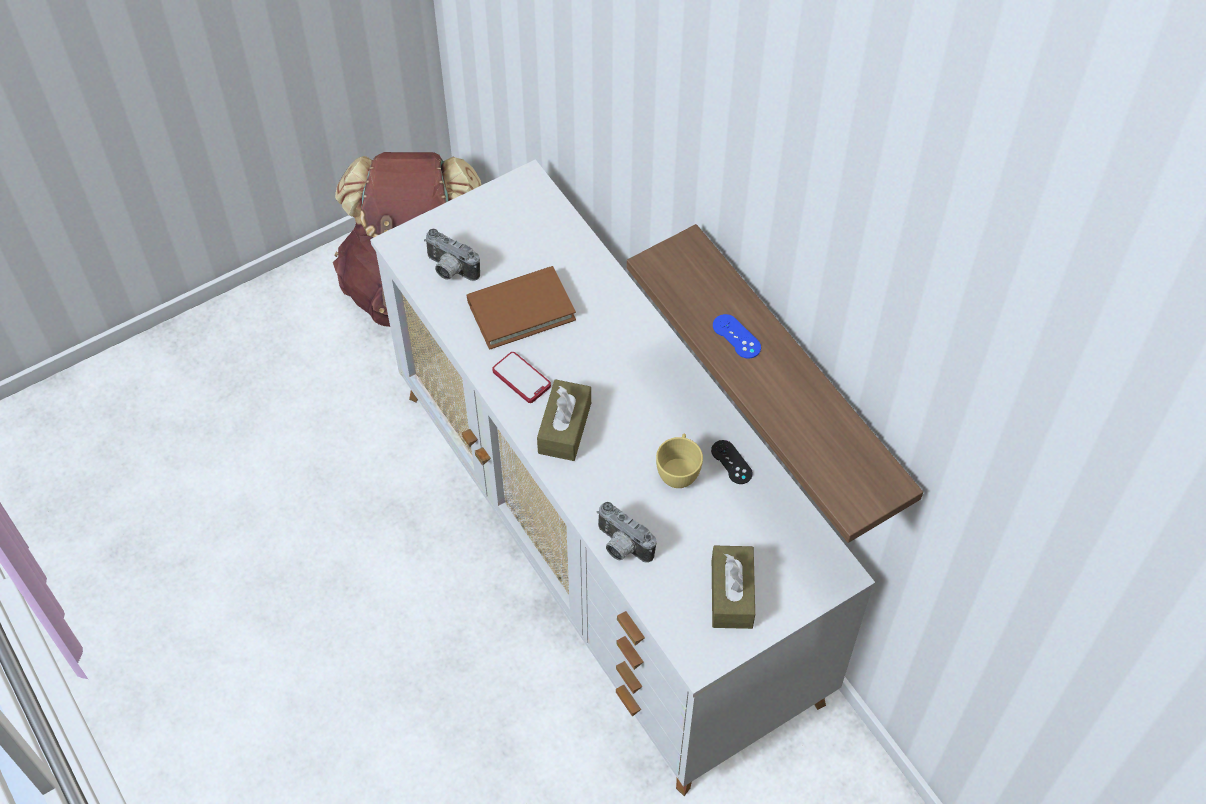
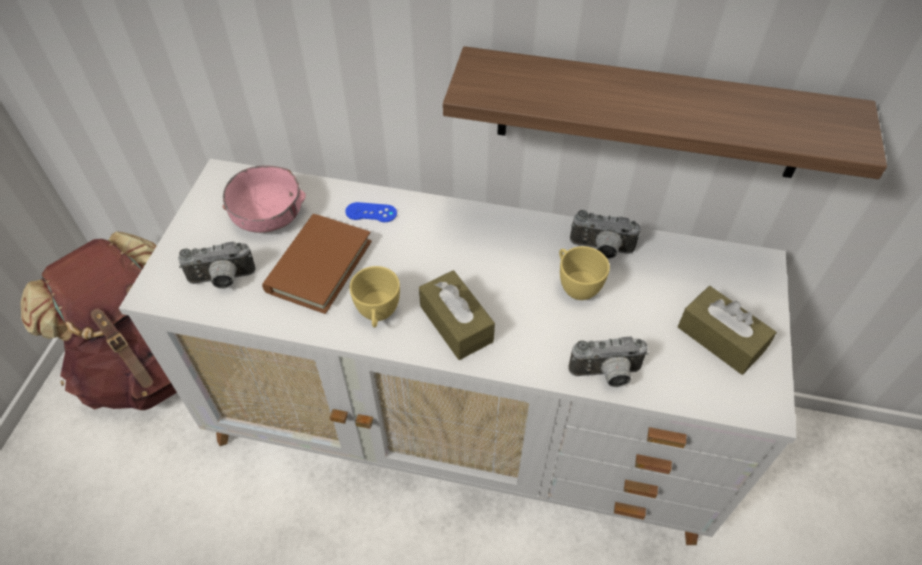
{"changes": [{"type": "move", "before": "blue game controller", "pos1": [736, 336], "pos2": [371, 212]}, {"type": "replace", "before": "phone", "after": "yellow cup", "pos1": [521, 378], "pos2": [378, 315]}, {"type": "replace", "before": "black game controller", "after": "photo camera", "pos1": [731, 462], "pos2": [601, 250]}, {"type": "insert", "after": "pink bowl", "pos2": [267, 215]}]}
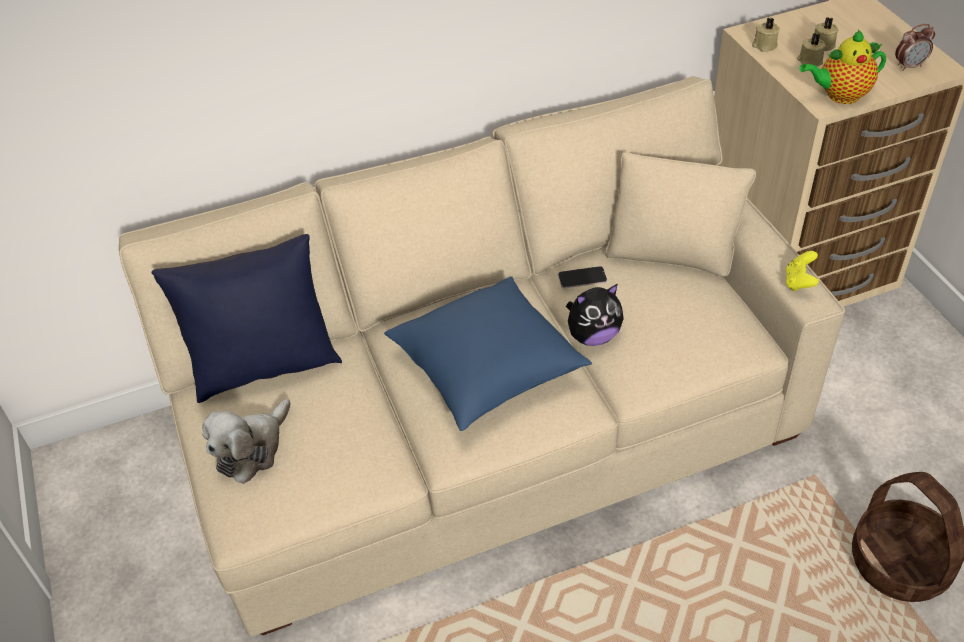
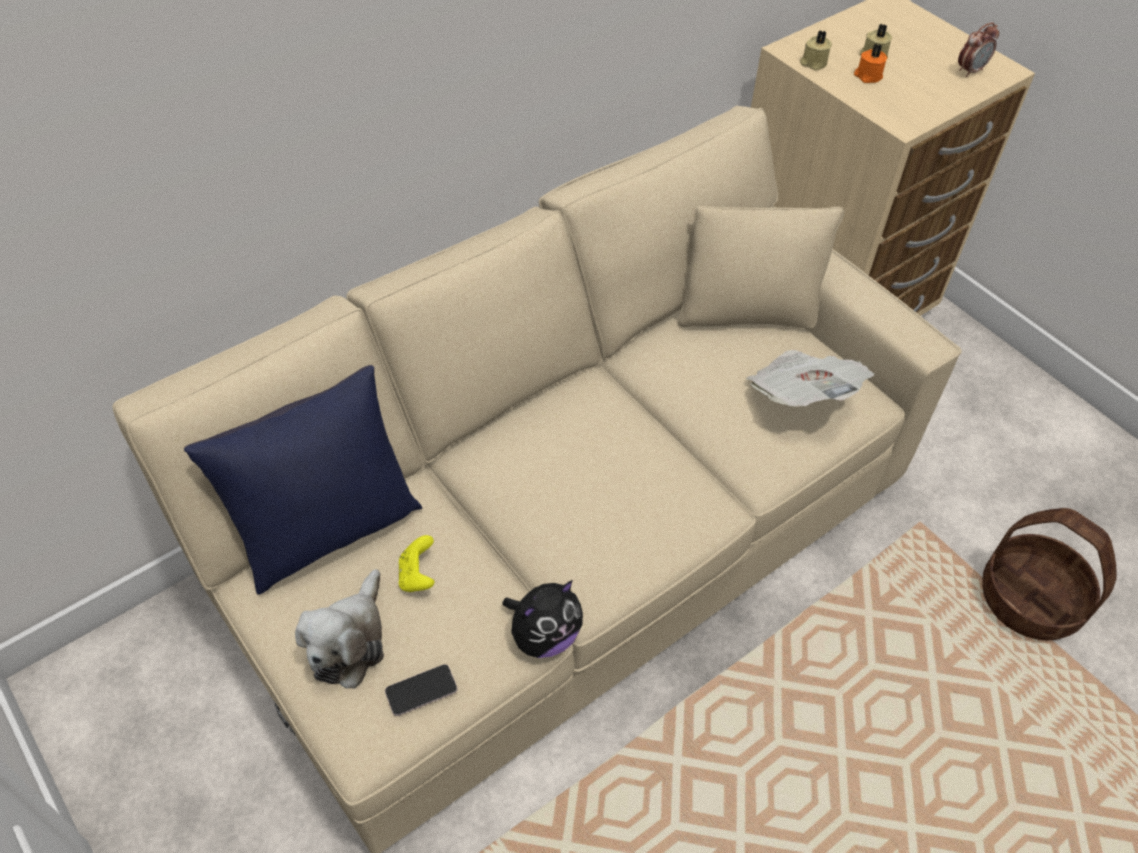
{"changes": [{"type": "delete", "before": "teapot", "pos1": [840, 95]}, {"type": "recolor", "before": "beige candle", "after": "orange candle", "pos1": [809, 61], "pos2": [867, 76]}, {"type": "move", "before": "yellow game controller", "pos1": [799, 282], "pos2": [417, 576]}, {"type": "move", "before": "phone", "pos1": [582, 278], "pos2": [421, 690]}, {"type": "delete", "before": "blue pillow", "pos1": [488, 370]}, {"type": "move", "before": "plush toy", "pos1": [593, 336], "pos2": [544, 636]}, {"type": "insert", "after": "newspaper", "pos2": [801, 396]}]}
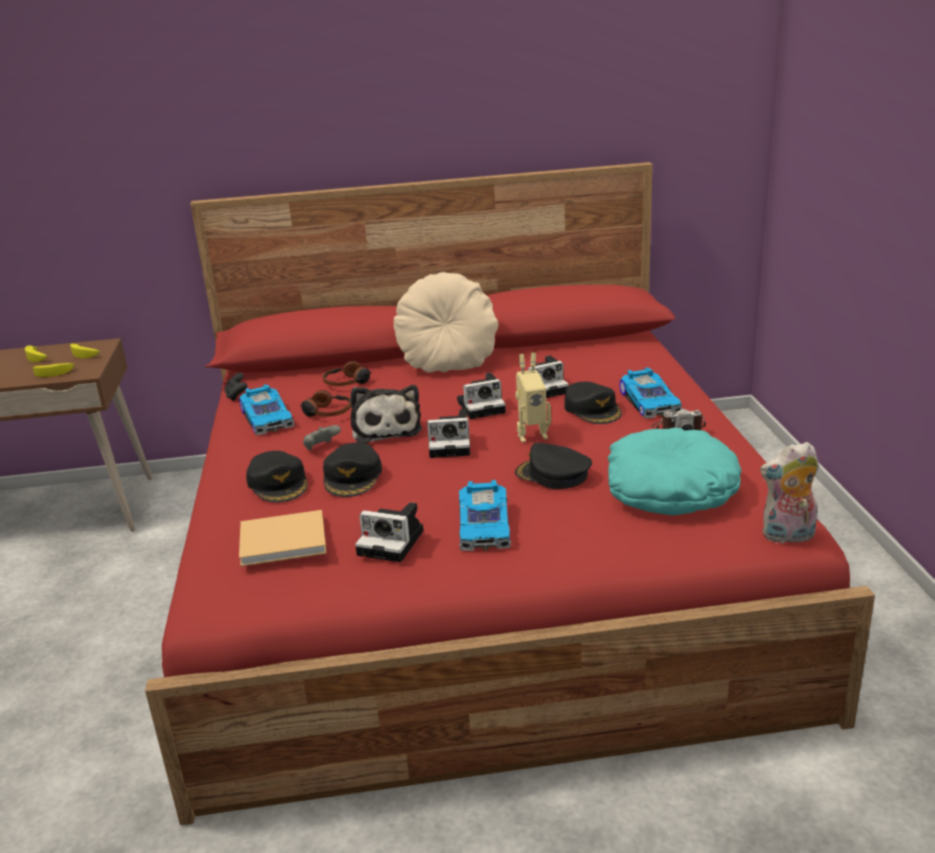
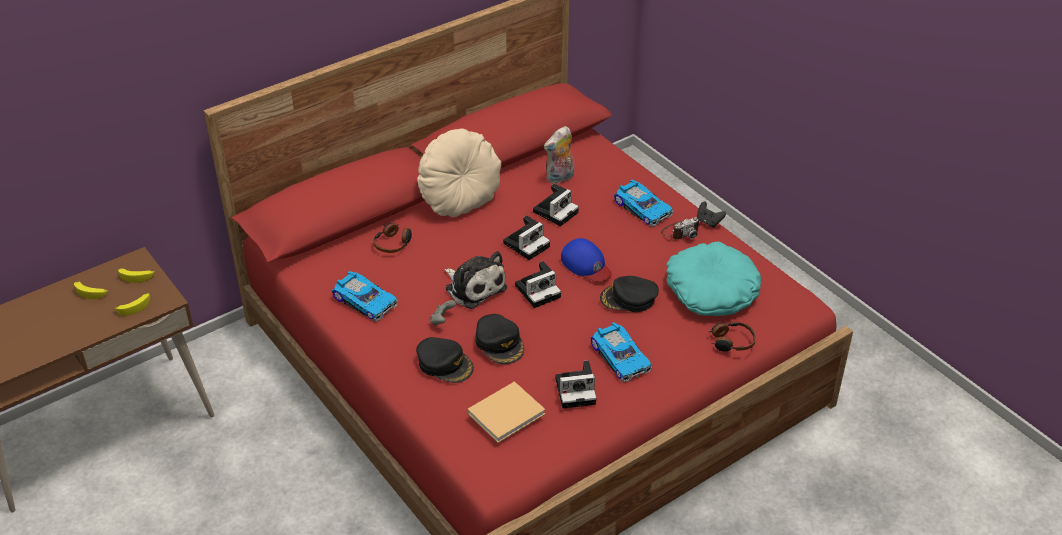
{"changes": [{"type": "replace", "before": "toy robot", "after": "blue cap", "pos1": [531, 435], "pos2": [586, 264]}, {"type": "move", "before": "black game controller", "pos1": [237, 396], "pos2": [709, 222]}, {"type": "delete", "before": "black cap", "pos1": [593, 409]}, {"type": "move", "before": "headphones", "pos1": [327, 412], "pos2": [731, 341]}, {"type": "move", "before": "plush toy", "pos1": [787, 536], "pos2": [560, 178]}]}
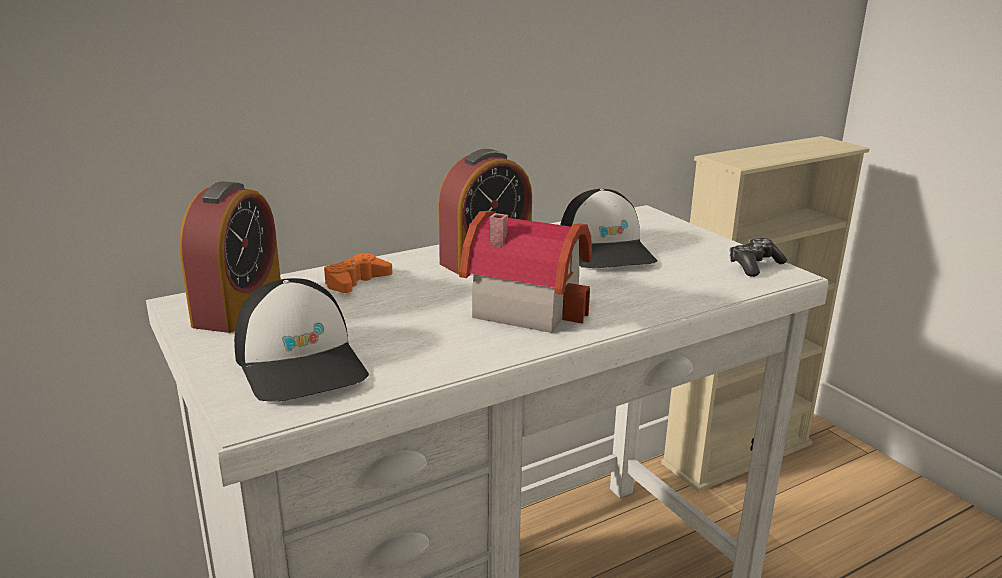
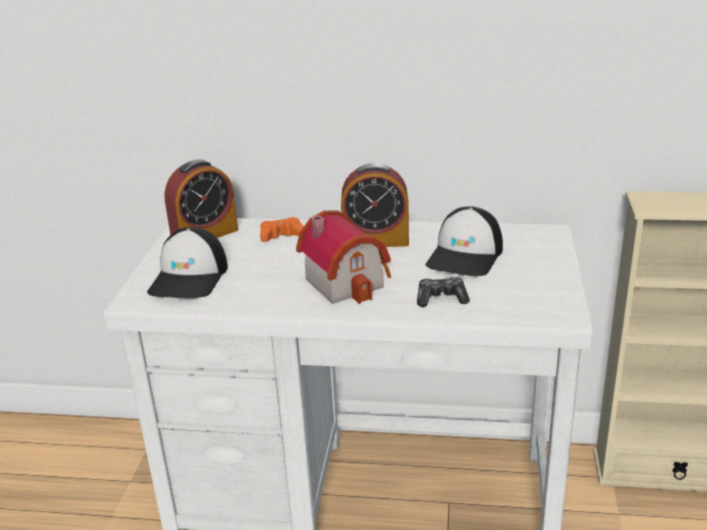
{"changes": [{"type": "move", "before": "game controller", "pos1": [754, 266], "pos2": [441, 298]}]}
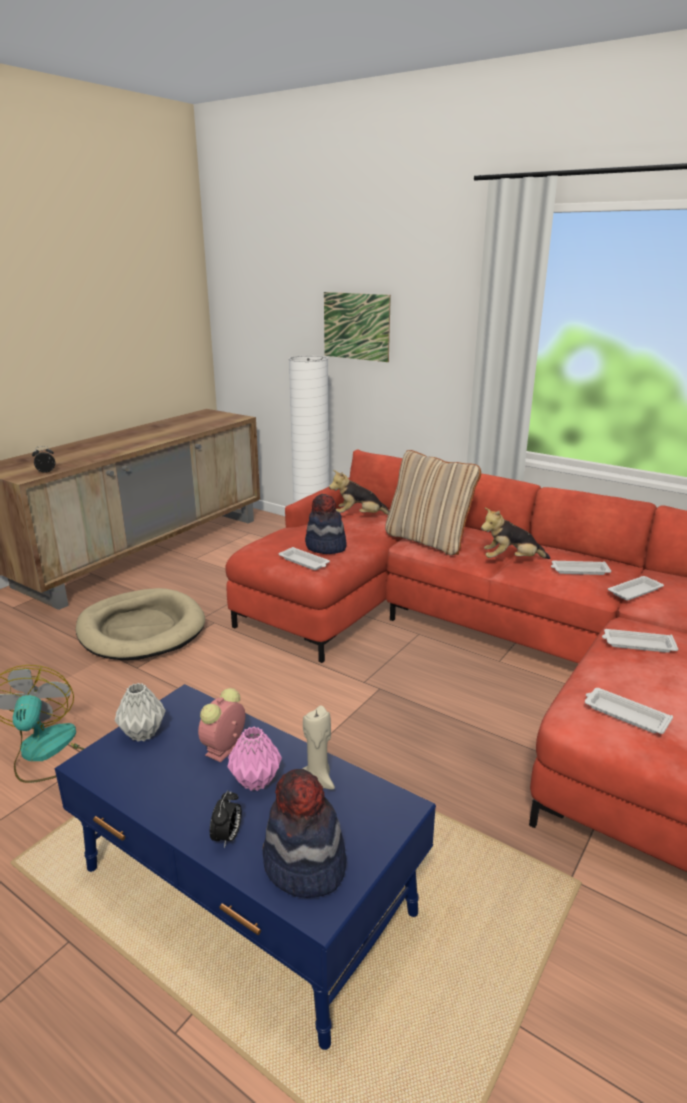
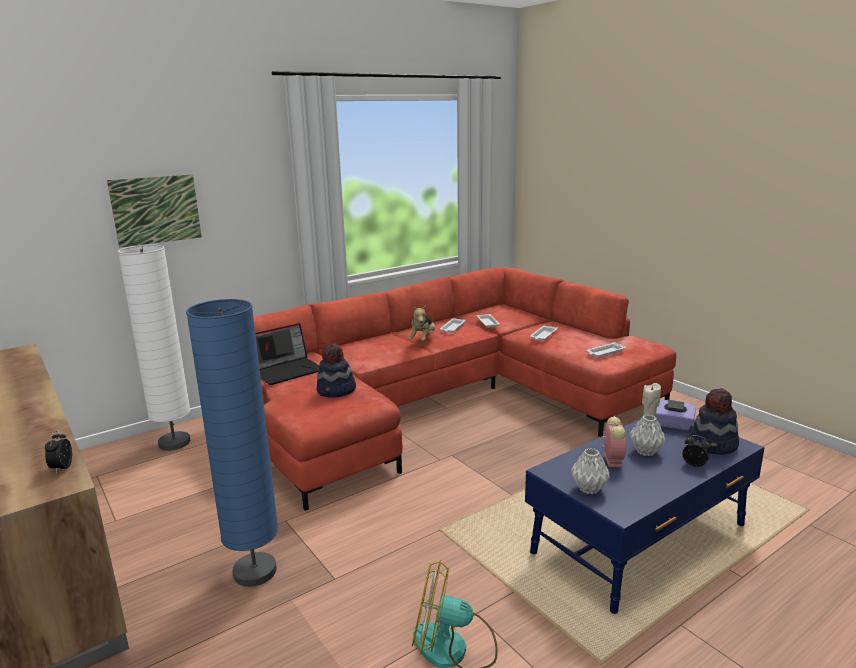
{"changes": [{"type": "delete", "before": "beige pillow", "pos1": [428, 541]}, {"type": "replace", "before": "plush toy", "after": "laptop", "pos1": [359, 516], "pos2": [287, 370]}, {"type": "delete", "before": "white tray", "pos1": [305, 562]}, {"type": "replace", "before": "beige dog bed", "after": "blue floor lamp", "pos1": [141, 629], "pos2": [255, 572]}, {"type": "rotate", "before": "alarm clock", "pos1": [224, 749], "pos2": [612, 459], "turn": -135}, {"type": "recolor", "before": "pink vase", "after": "grey vase", "pos1": [255, 780], "pos2": [645, 452]}, {"type": "insert", "after": "purple tissue box", "pos2": [673, 425]}]}
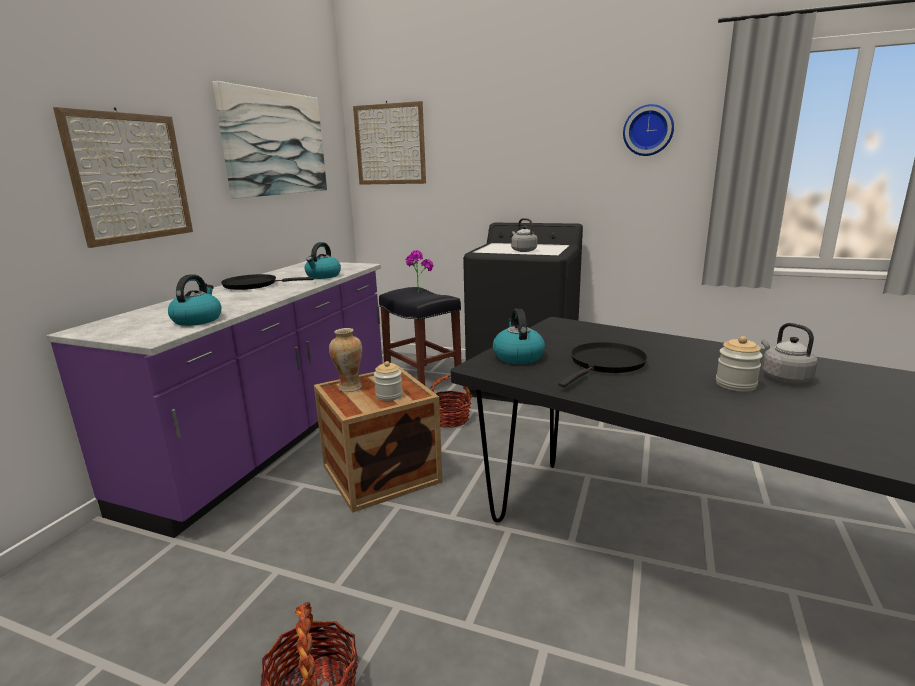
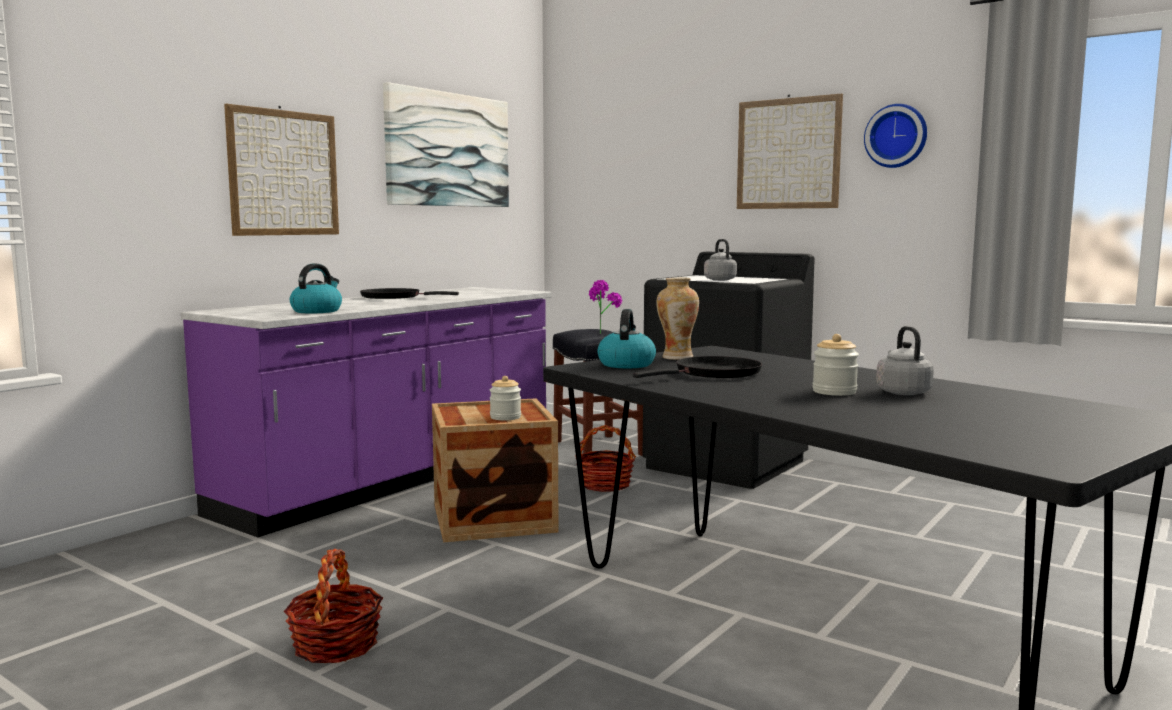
{"changes": [{"type": "move", "before": "picture", "pos1": [390, 143], "pos2": [788, 152]}, {"type": "delete", "before": "kettle", "pos1": [323, 276]}, {"type": "move", "before": "vase", "pos1": [349, 387], "pos2": [676, 357]}]}
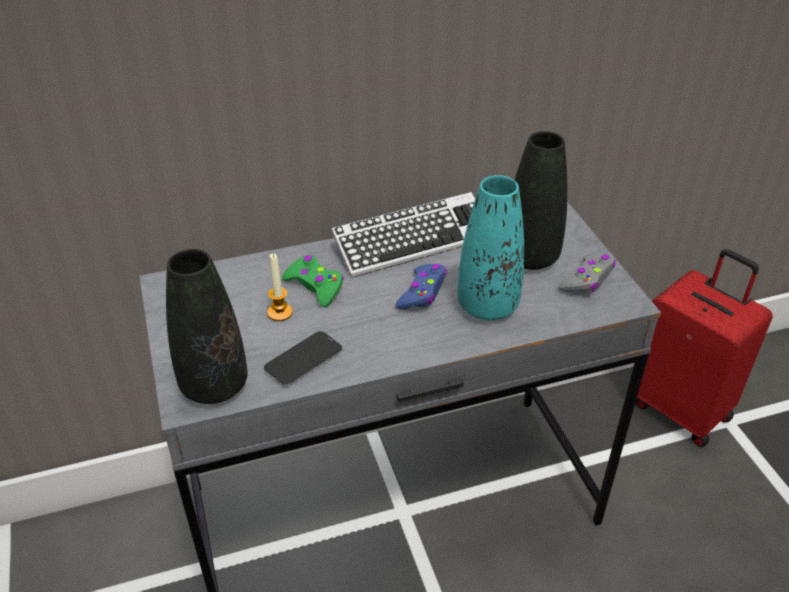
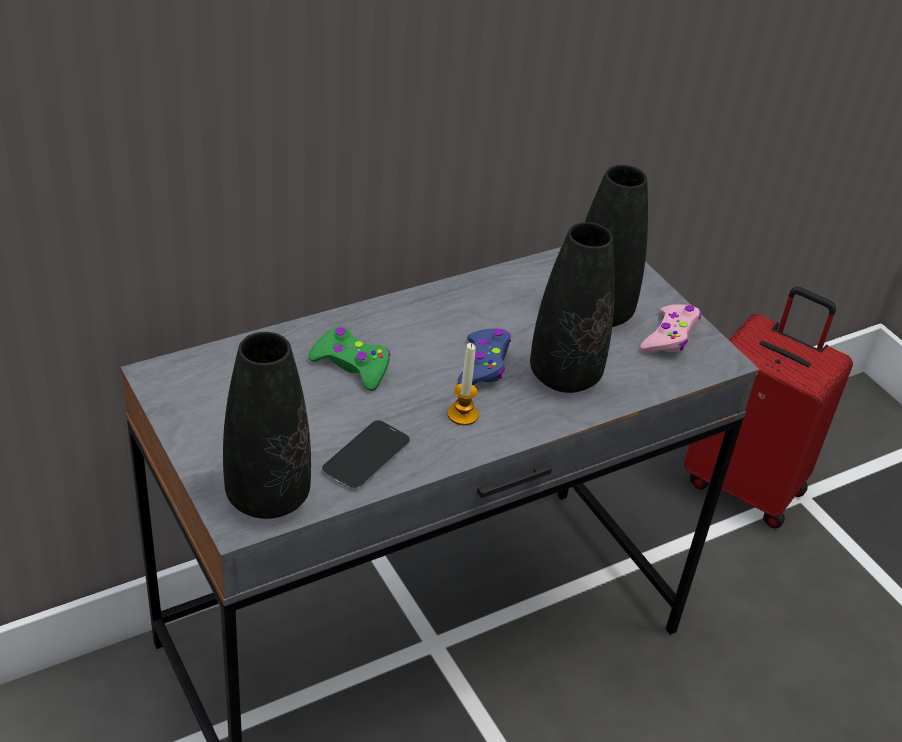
{"changes": [{"type": "recolor", "before": "turquoise vase", "after": "black vase", "pos1": [487, 306], "pos2": [564, 376]}, {"type": "delete", "before": "keyboard", "pos1": [412, 242]}, {"type": "move", "before": "candle", "pos1": [280, 313], "pos2": [462, 414]}, {"type": "recolor", "before": "grey game controller", "after": "pink game controller", "pos1": [587, 280], "pos2": [670, 337]}]}
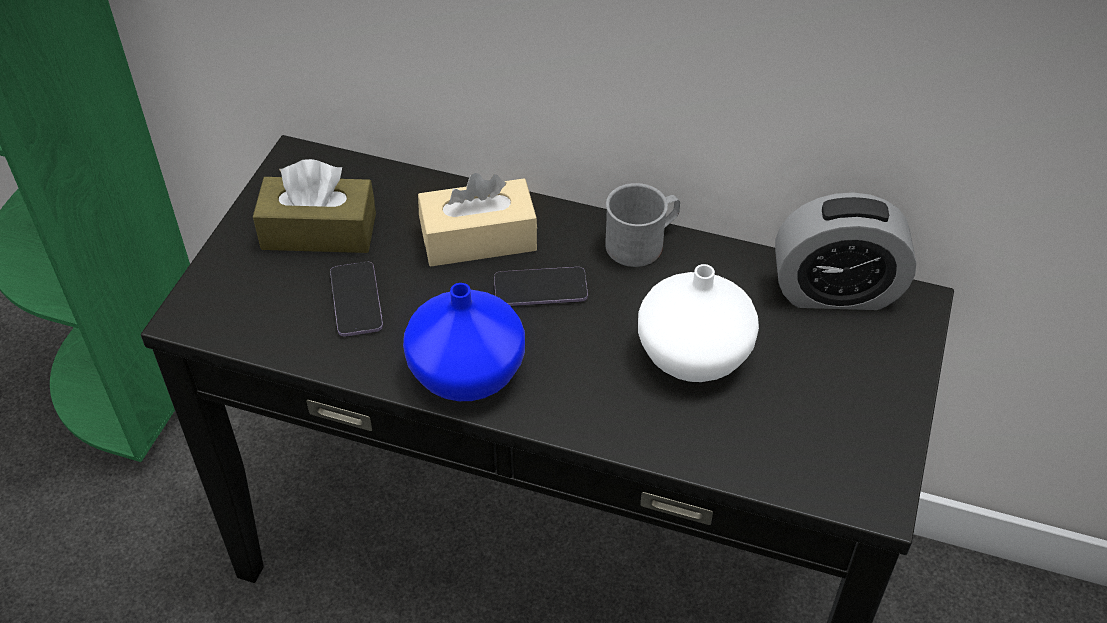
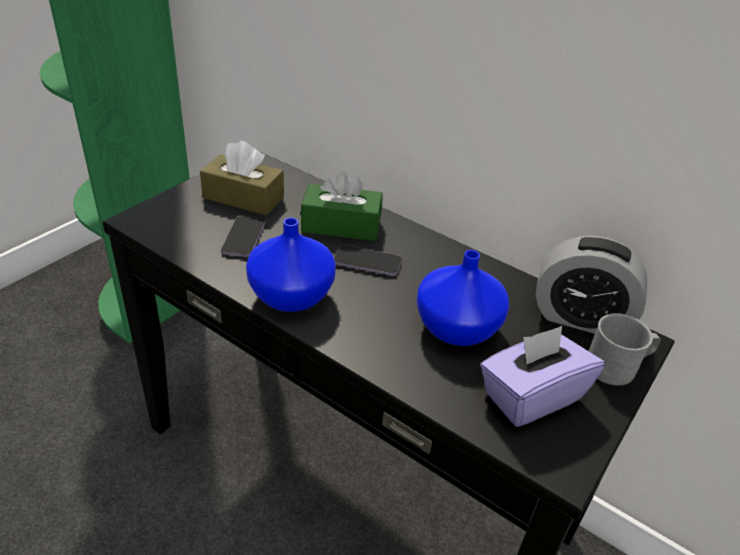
{"changes": [{"type": "recolor", "before": "beige tissue box", "after": "green tissue box", "pos1": [478, 239], "pos2": [341, 225]}, {"type": "move", "before": "grey mug", "pos1": [642, 242], "pos2": [617, 366]}, {"type": "recolor", "before": "white vase", "after": "blue vase", "pos1": [692, 356], "pos2": [455, 329]}, {"type": "insert", "after": "purple tissue box", "pos2": [530, 396]}]}
